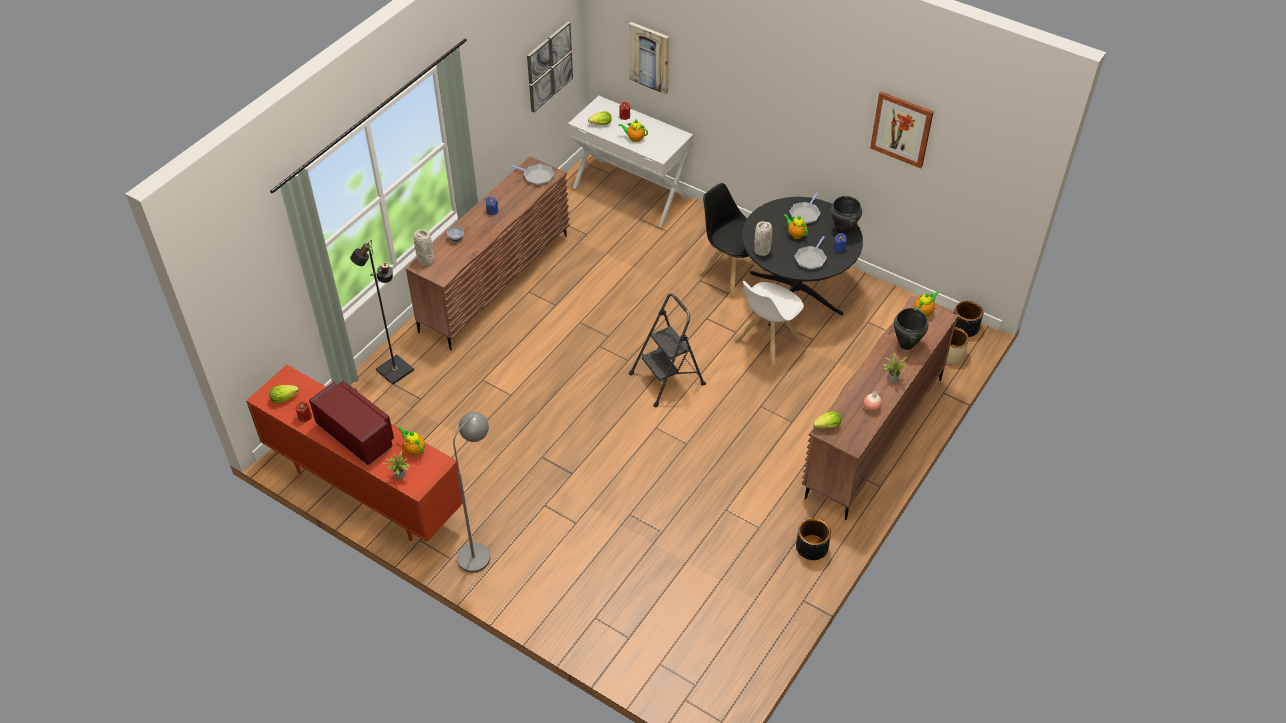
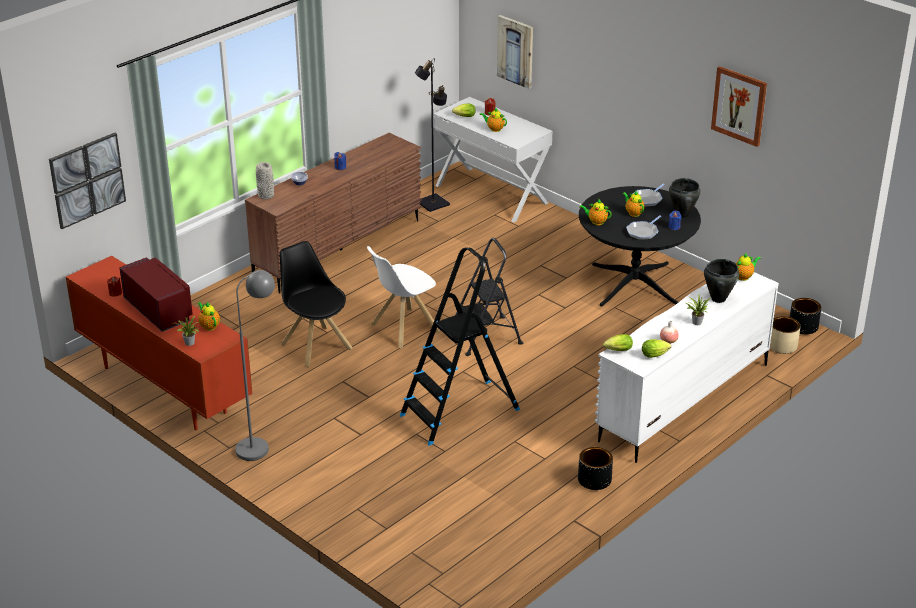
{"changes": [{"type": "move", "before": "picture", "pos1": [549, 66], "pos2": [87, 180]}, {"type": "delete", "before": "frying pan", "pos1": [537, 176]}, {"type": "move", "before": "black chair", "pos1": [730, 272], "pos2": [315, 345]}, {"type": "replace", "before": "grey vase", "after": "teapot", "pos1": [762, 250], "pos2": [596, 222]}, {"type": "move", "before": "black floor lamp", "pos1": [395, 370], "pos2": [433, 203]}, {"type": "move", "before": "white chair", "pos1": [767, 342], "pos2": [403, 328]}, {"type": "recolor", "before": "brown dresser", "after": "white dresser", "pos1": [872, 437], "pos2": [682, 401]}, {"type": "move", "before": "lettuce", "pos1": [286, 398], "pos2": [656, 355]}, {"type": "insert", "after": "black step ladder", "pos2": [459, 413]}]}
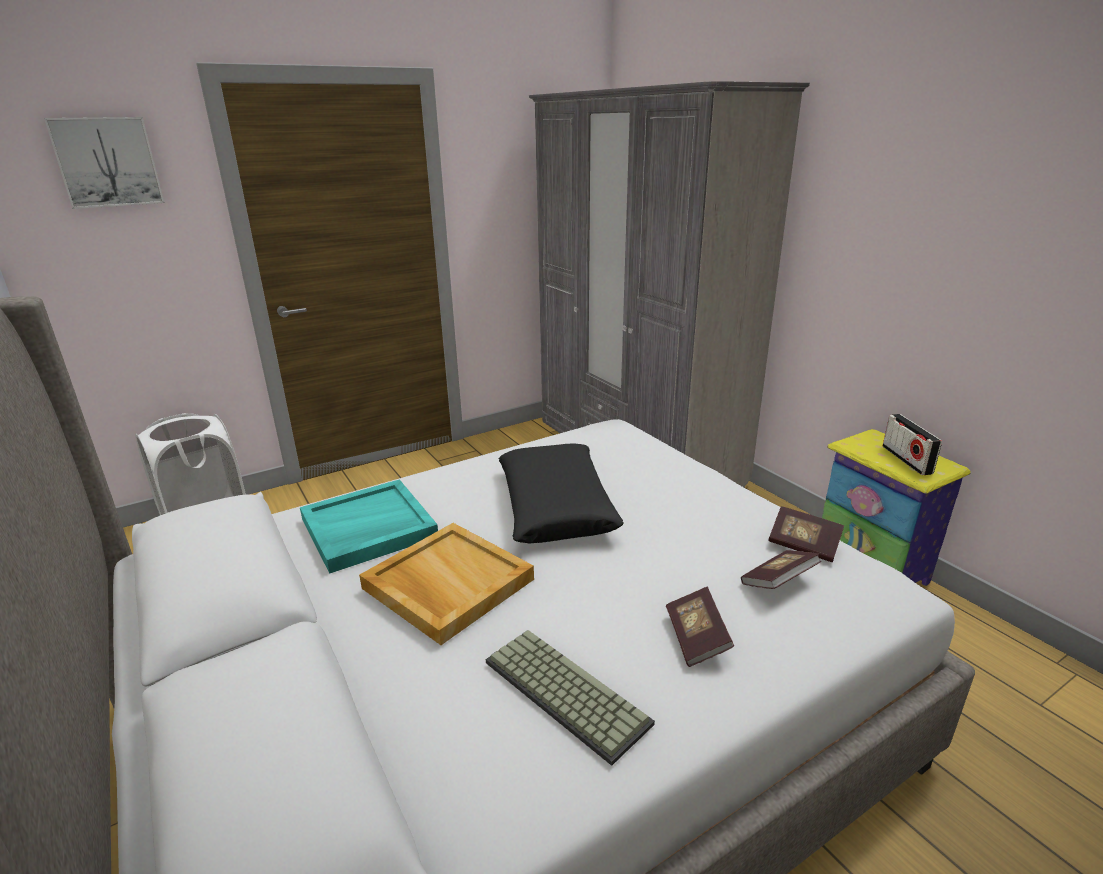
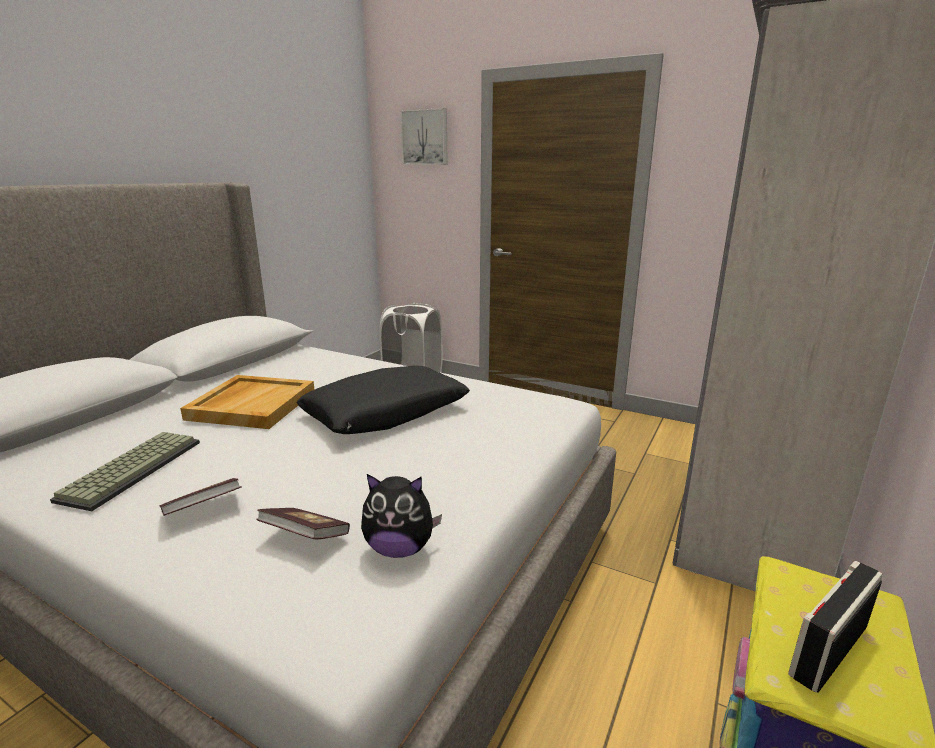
{"changes": [{"type": "delete", "before": "turquoise tray", "pos1": [368, 529]}, {"type": "replace", "before": "book", "after": "plush toy", "pos1": [803, 545], "pos2": [400, 549]}]}
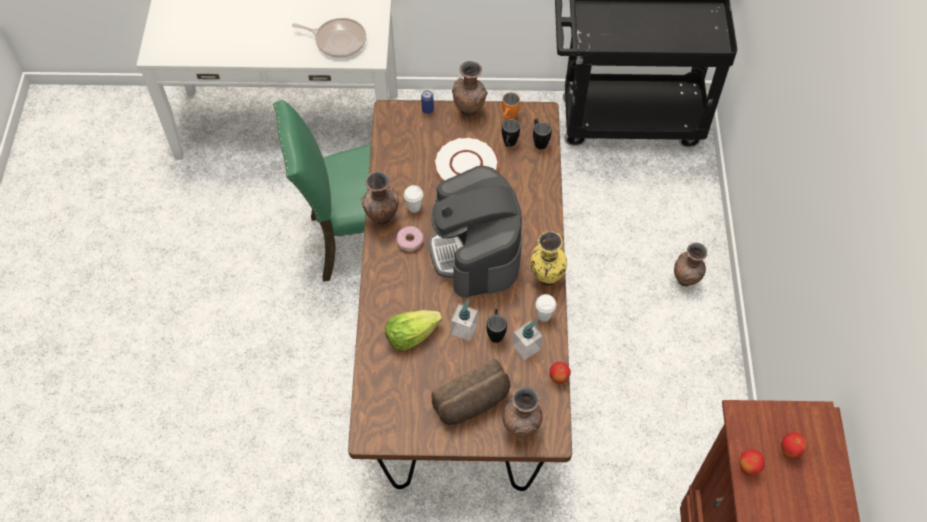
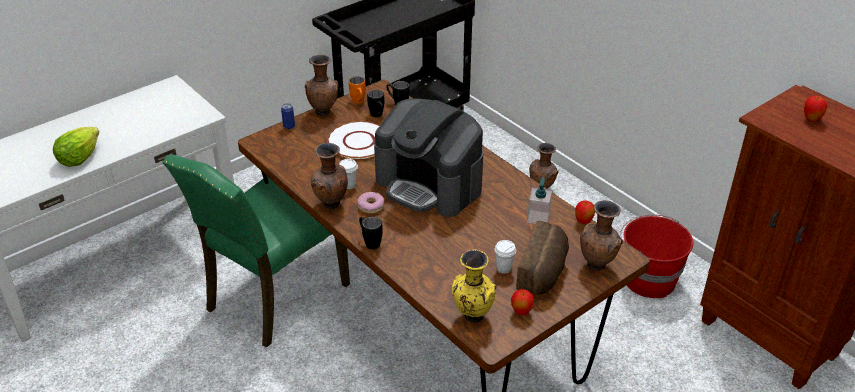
{"changes": [{"type": "delete", "before": "frying pan", "pos1": [338, 40]}, {"type": "move", "before": "yellow vase", "pos1": [545, 278], "pos2": [472, 317]}, {"type": "move", "before": "white cup", "pos1": [544, 315], "pos2": [504, 268]}, {"type": "delete", "before": "soap dispenser", "pos1": [464, 329]}, {"type": "move", "before": "black mug", "pos1": [496, 332], "pos2": [369, 242]}, {"type": "move", "before": "lettuce", "pos1": [411, 335], "pos2": [79, 158]}, {"type": "move", "before": "apple", "pos1": [747, 468], "pos2": [521, 312]}, {"type": "insert", "after": "red bucket", "pos2": [648, 279]}]}
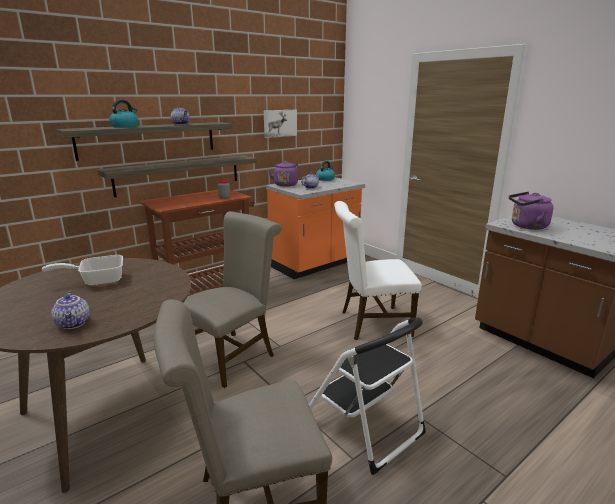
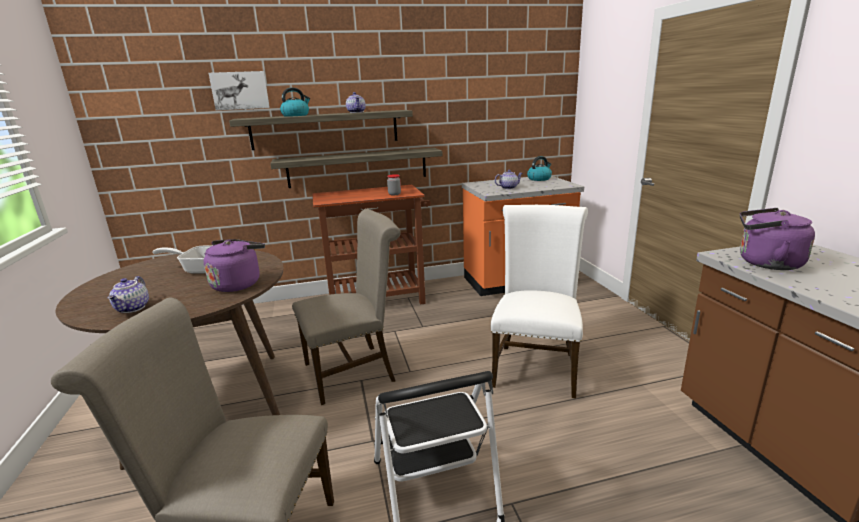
{"changes": [{"type": "move", "before": "picture", "pos1": [279, 123], "pos2": [240, 90]}, {"type": "move", "before": "purple kettle", "pos1": [285, 184], "pos2": [238, 284]}, {"type": "rotate", "before": "white chair", "pos1": [370, 323], "pos2": [535, 366], "turn": 90}]}
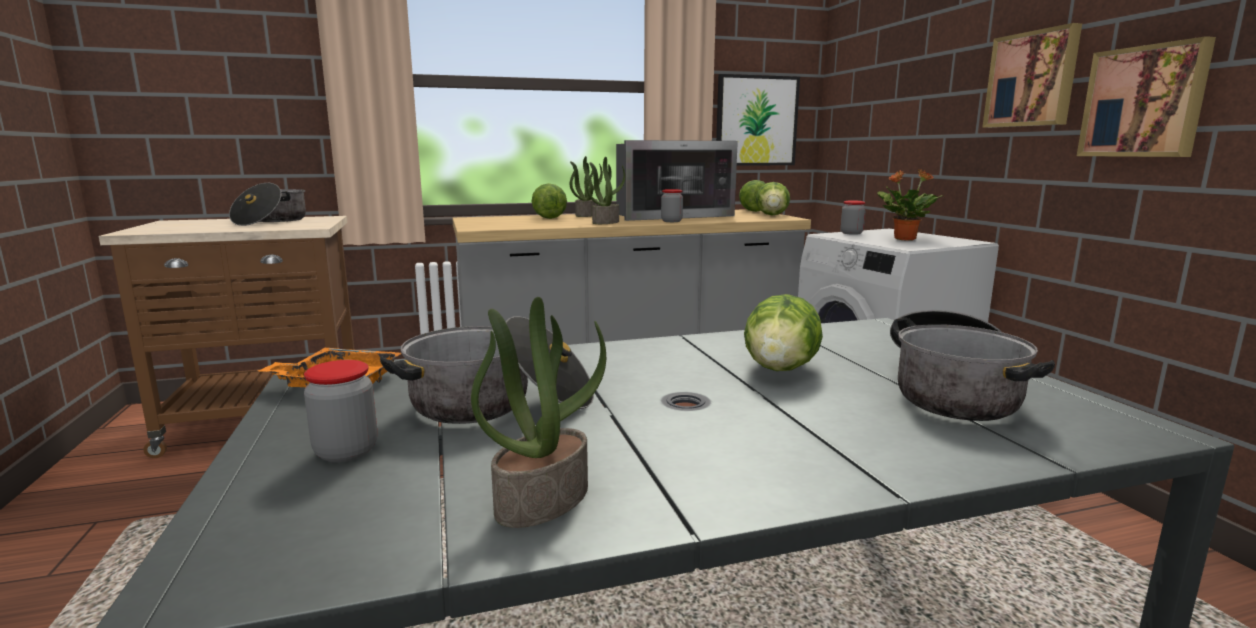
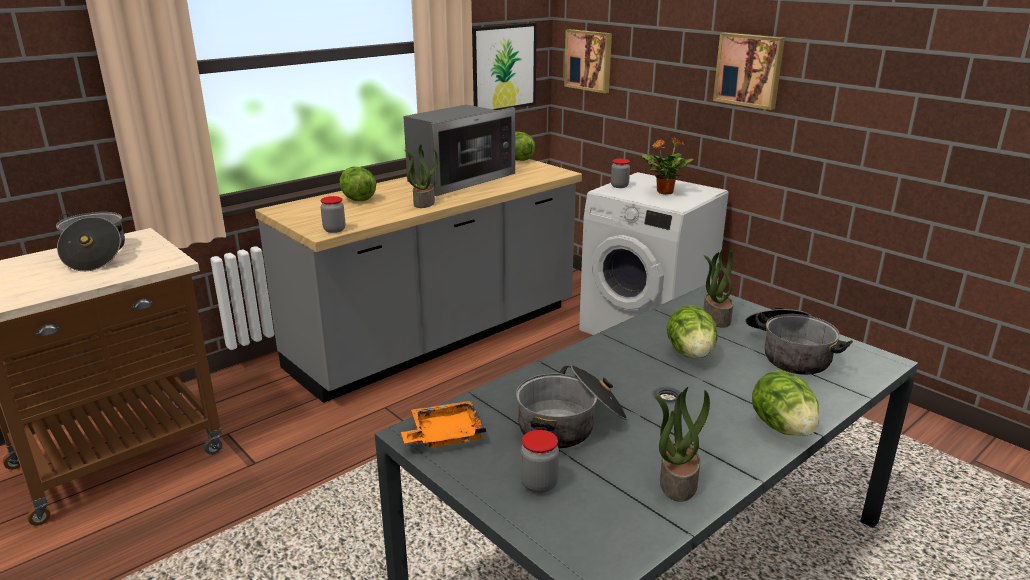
{"changes": [{"type": "move", "before": "picture", "pos1": [1144, 102], "pos2": [589, 60]}, {"type": "move", "before": "potted plant", "pos1": [586, 215], "pos2": [715, 318]}, {"type": "move", "before": "lettuce", "pos1": [772, 215], "pos2": [782, 427]}, {"type": "move", "before": "jar", "pos1": [671, 221], "pos2": [334, 230]}]}
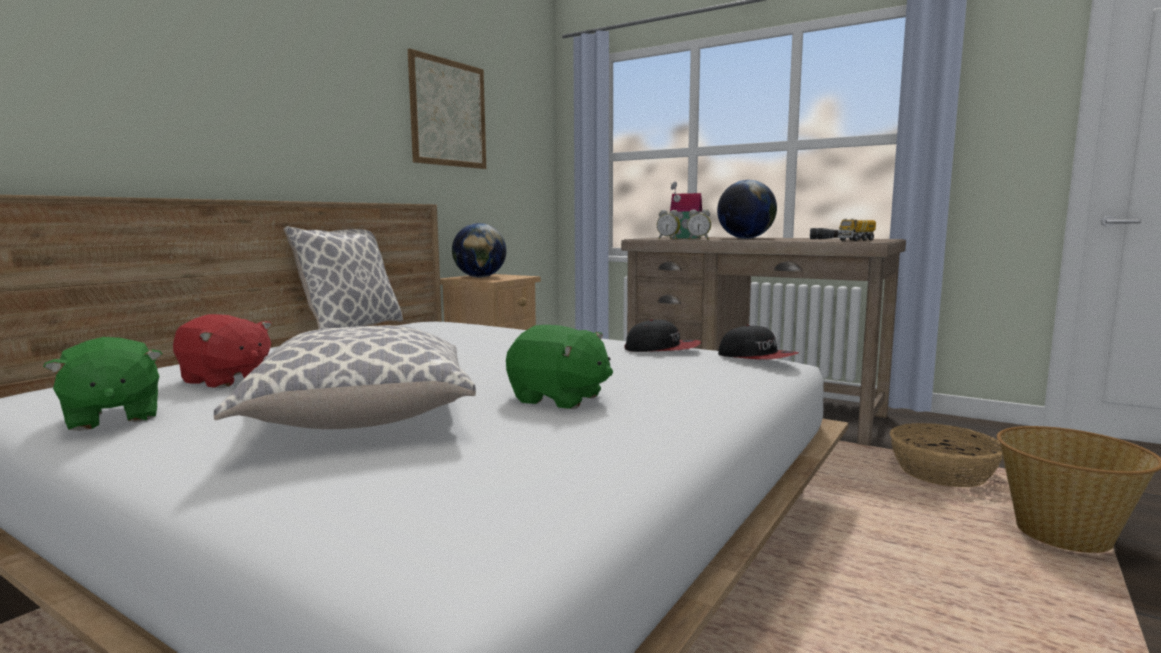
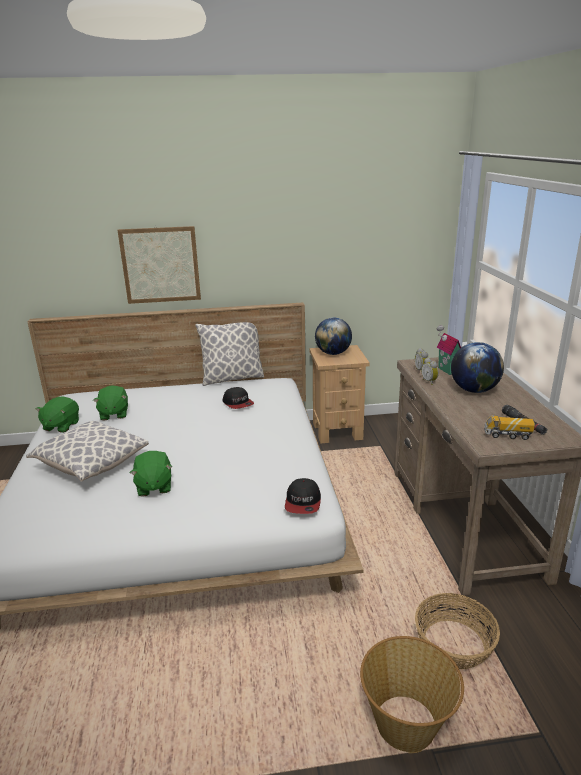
{"changes": [{"type": "move", "before": "picture", "pos1": [448, 112], "pos2": [160, 264]}, {"type": "recolor", "before": "red plush toy", "after": "green plush toy", "pos1": [225, 380], "pos2": [113, 414]}, {"type": "move", "before": "cap", "pos1": [662, 349], "pos2": [238, 403]}]}
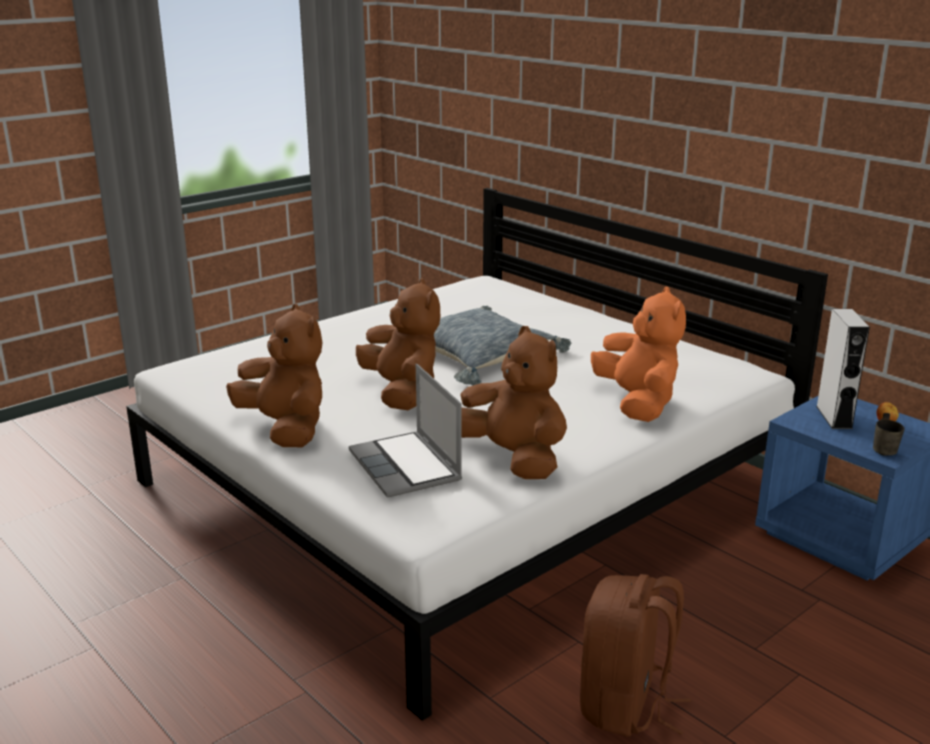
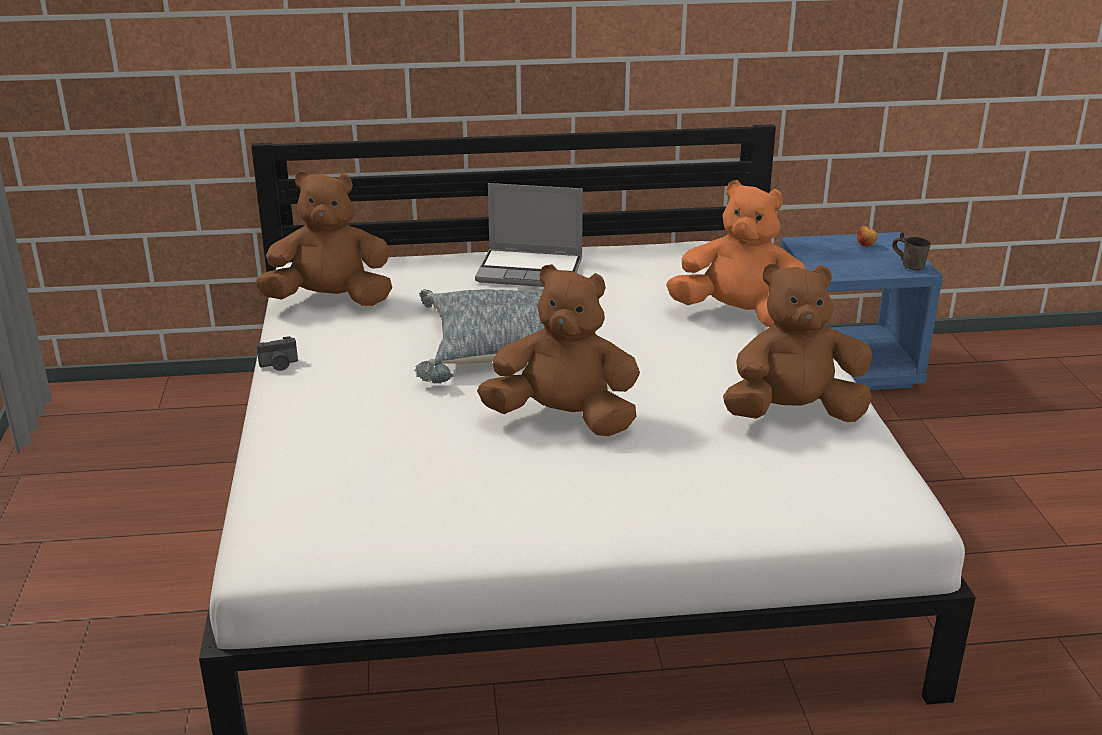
{"changes": [{"type": "move", "before": "brown plush toy", "pos1": [285, 429], "pos2": [330, 300]}, {"type": "delete", "before": "grey speaker", "pos1": [834, 417]}, {"type": "move", "before": "laptop", "pos1": [407, 467], "pos2": [531, 270]}, {"type": "delete", "before": "brown backpack", "pos1": [626, 706]}, {"type": "insert", "after": "photo camera", "pos2": [279, 365]}]}
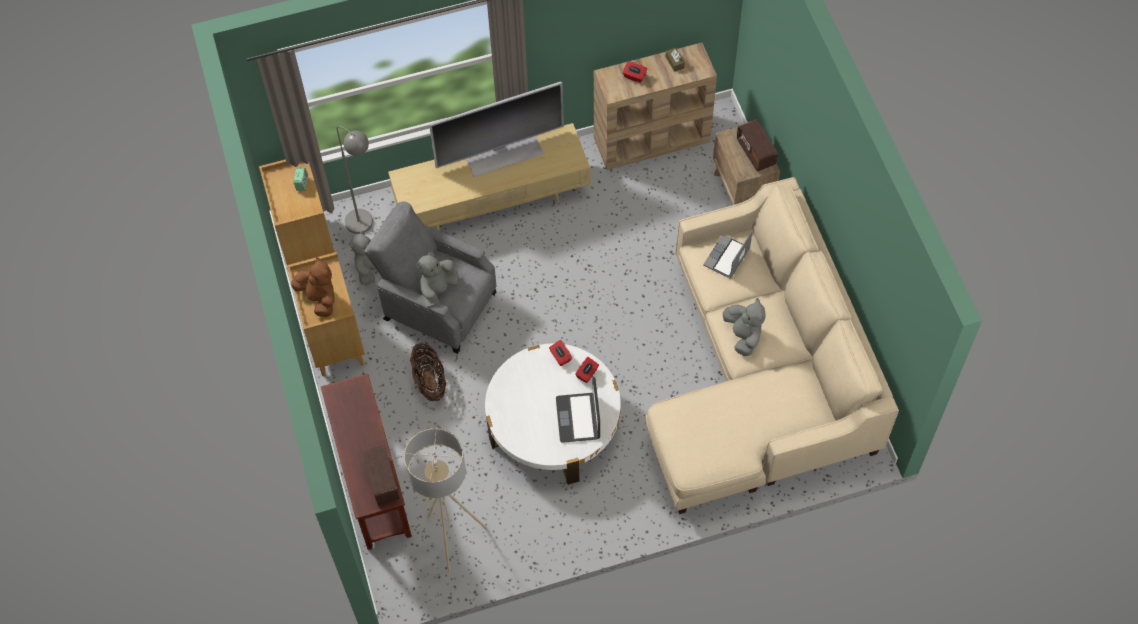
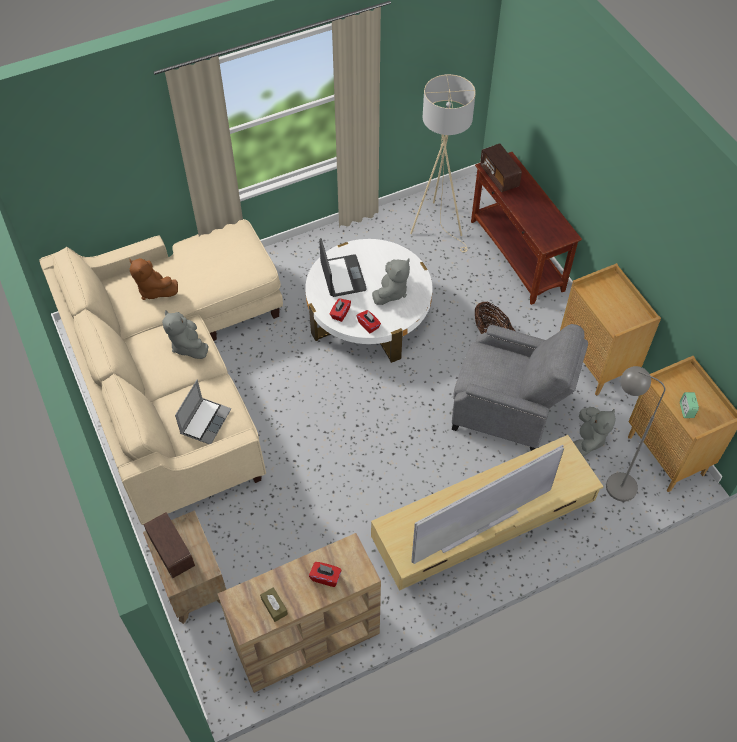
{"changes": [{"type": "move", "before": "grey plush toy", "pos1": [438, 290], "pos2": [391, 292]}, {"type": "move", "before": "brown plush toy", "pos1": [319, 298], "pos2": [154, 290]}]}
